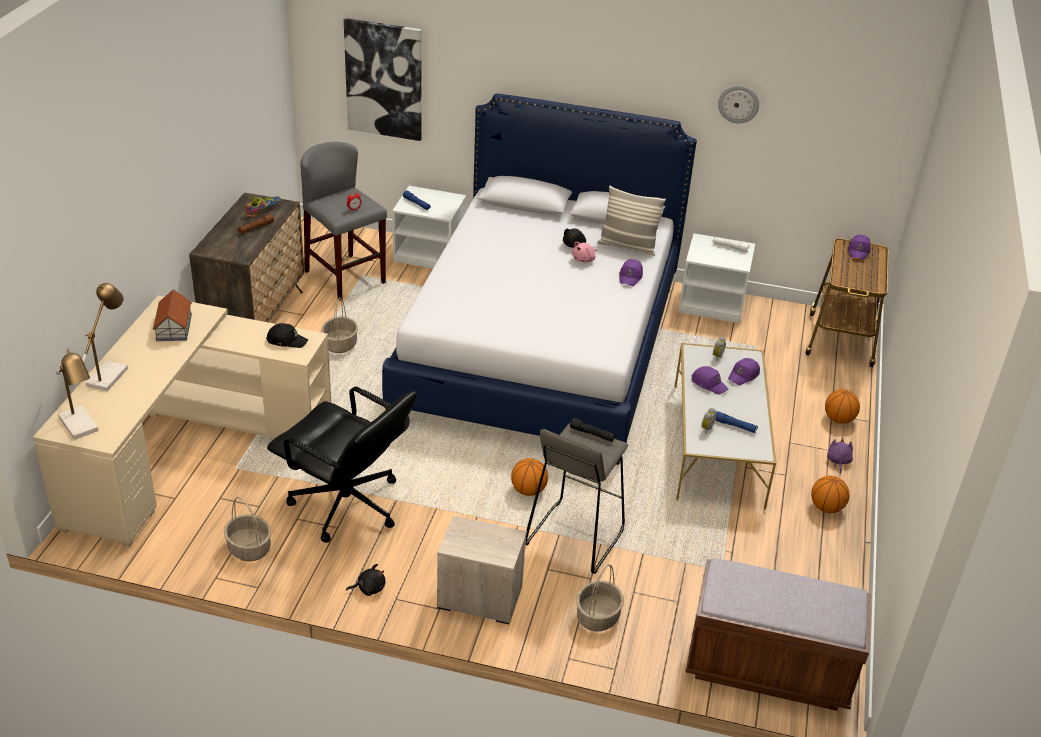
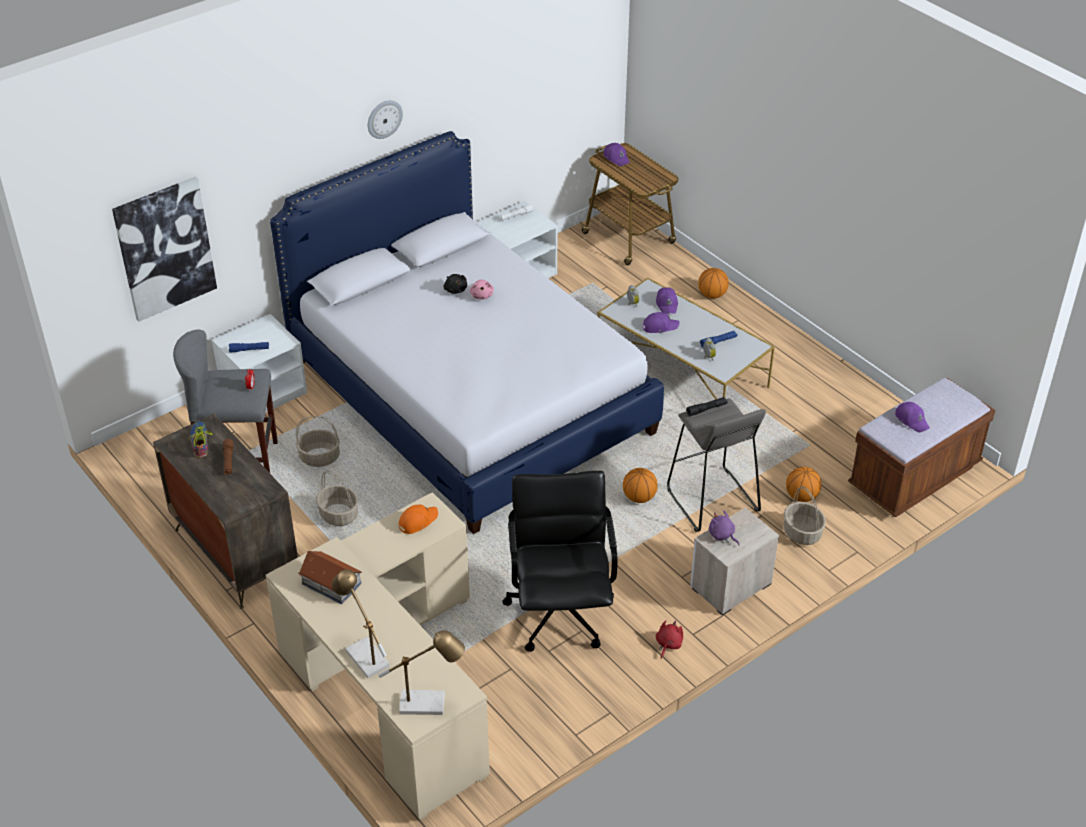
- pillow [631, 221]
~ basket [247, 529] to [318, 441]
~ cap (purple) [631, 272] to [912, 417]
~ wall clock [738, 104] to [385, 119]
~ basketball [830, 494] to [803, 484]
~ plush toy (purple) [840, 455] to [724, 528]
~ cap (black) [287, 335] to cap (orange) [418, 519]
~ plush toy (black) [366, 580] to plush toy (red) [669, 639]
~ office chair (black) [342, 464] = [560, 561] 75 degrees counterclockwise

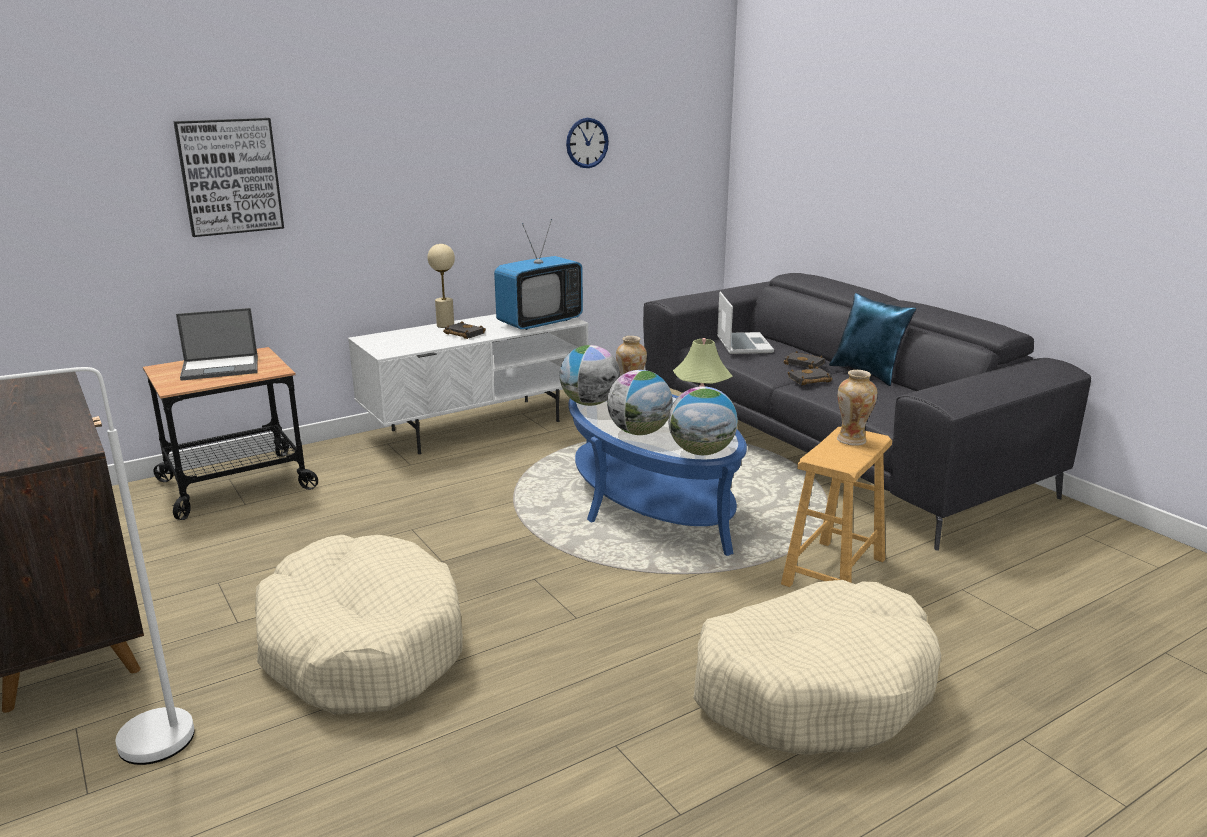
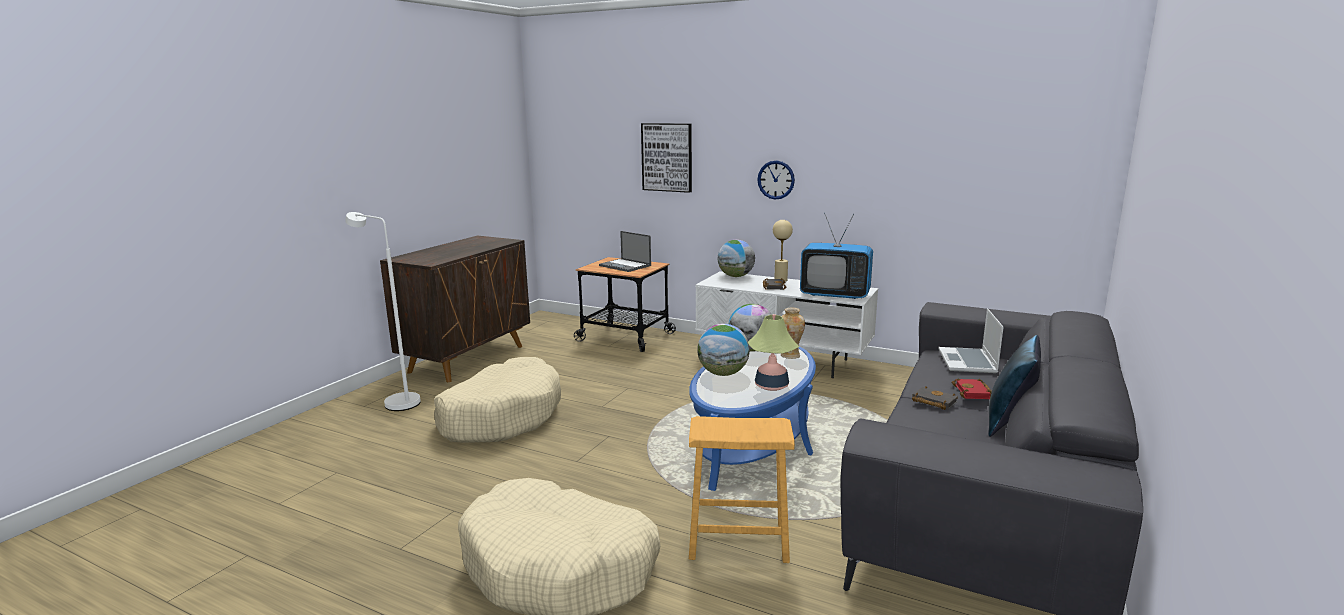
- vase [857, 408]
~ wall clock [587, 143] to [776, 180]
~ globe [703, 420] to [736, 258]
~ book (black) [804, 360] to book (red) [972, 388]
~ laptop [745, 323] = [971, 341] 135 degrees clockwise

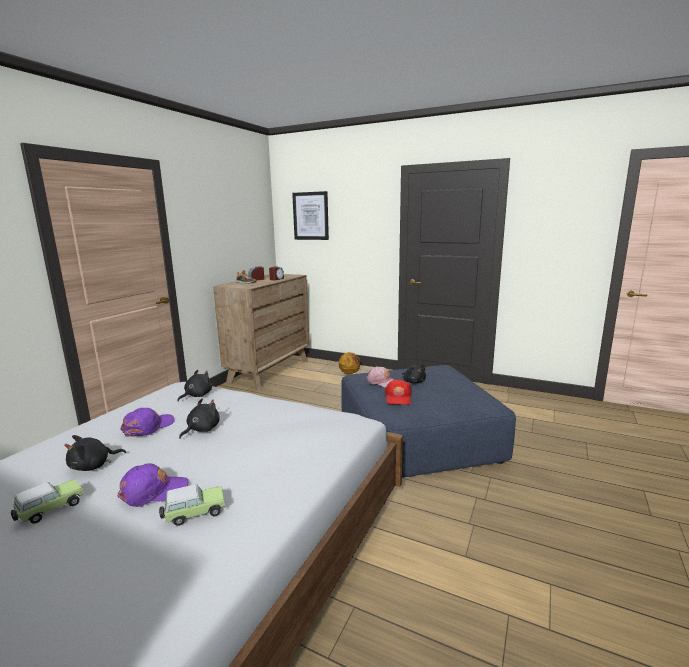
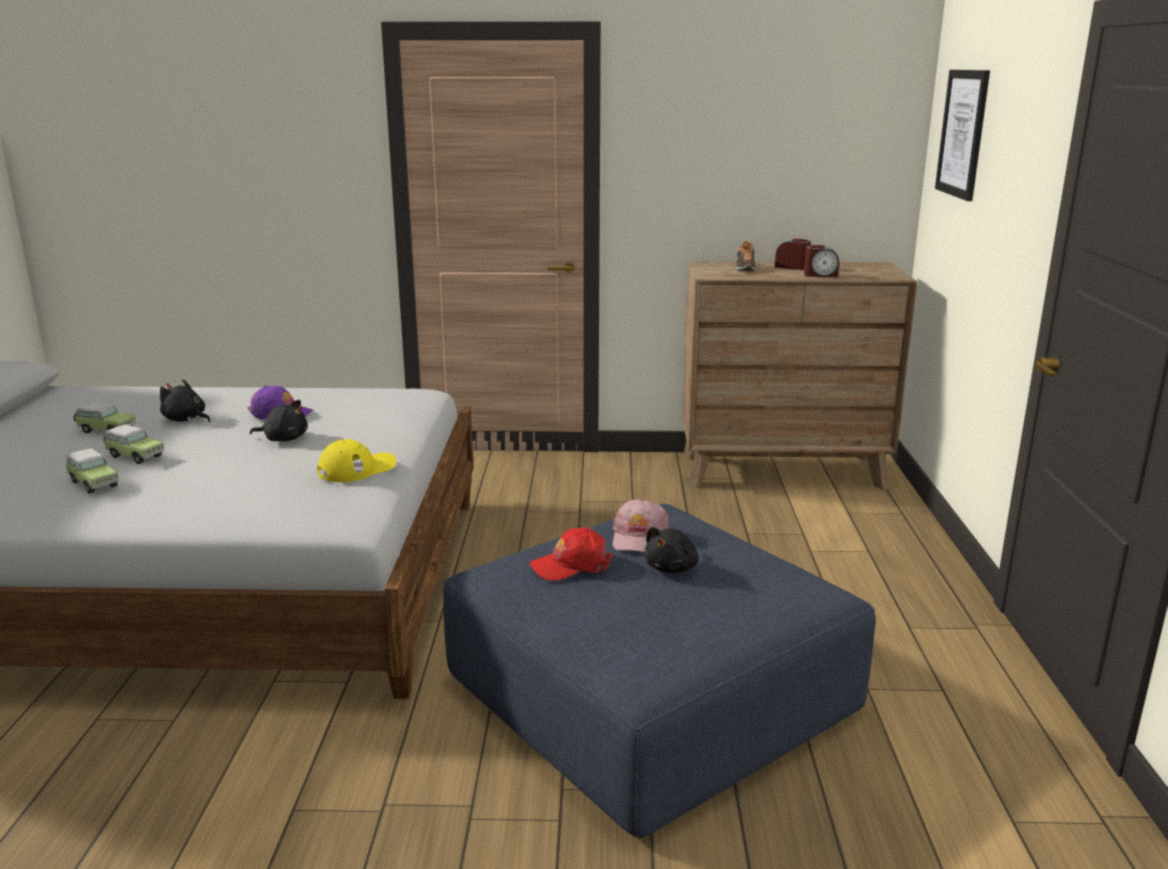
- plush toy (black) [194, 385]
- basketball [349, 363]
+ cap (yellow) [356, 460]
~ cap (purple) [153, 485] to toy car [134, 444]

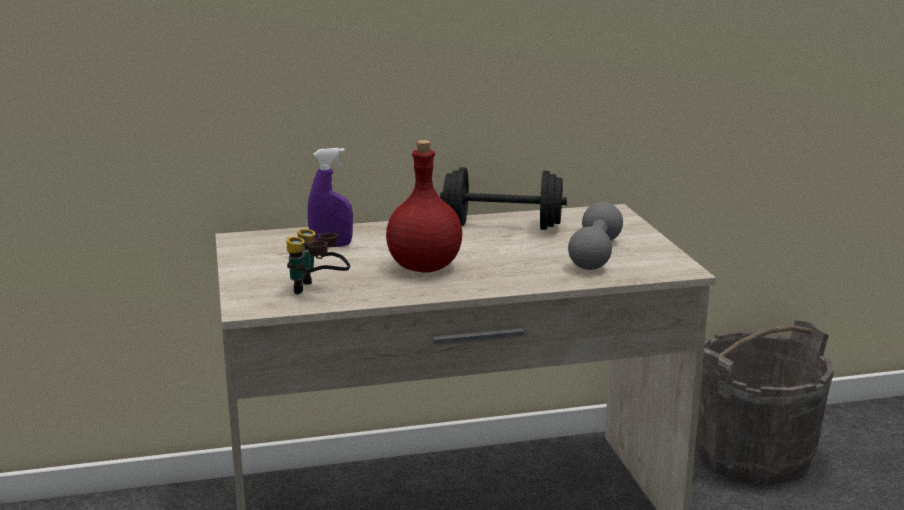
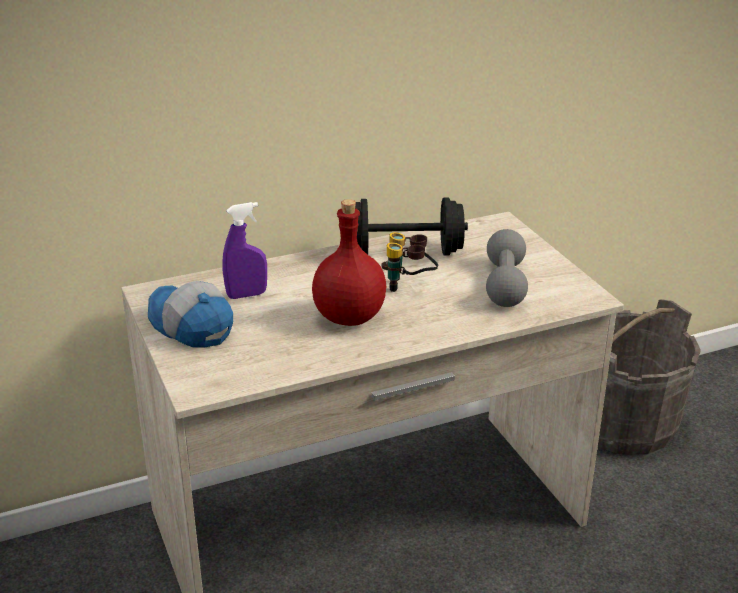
+ cap [190, 314]
~ binoculars [318, 261] to [409, 262]

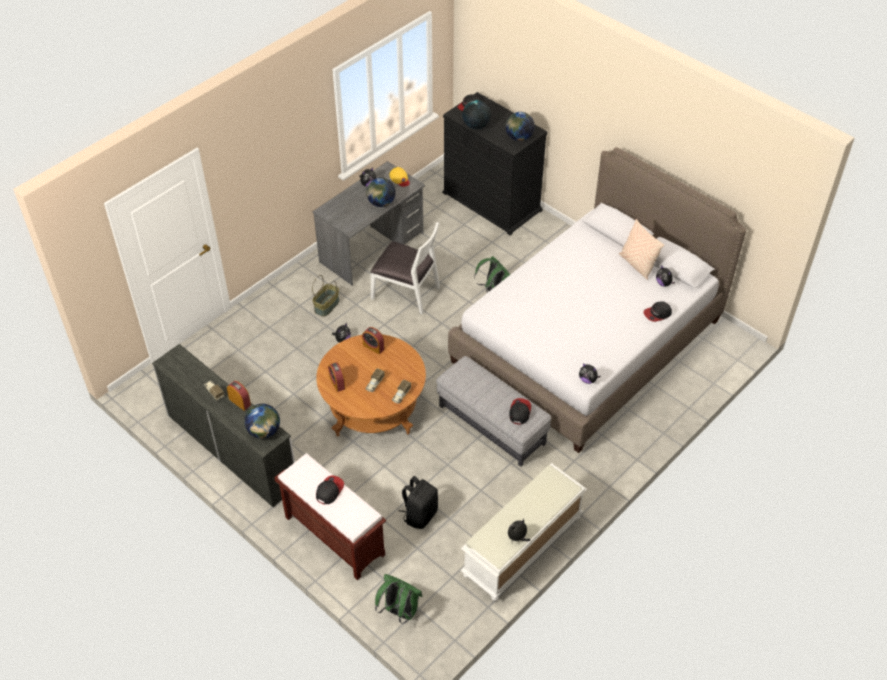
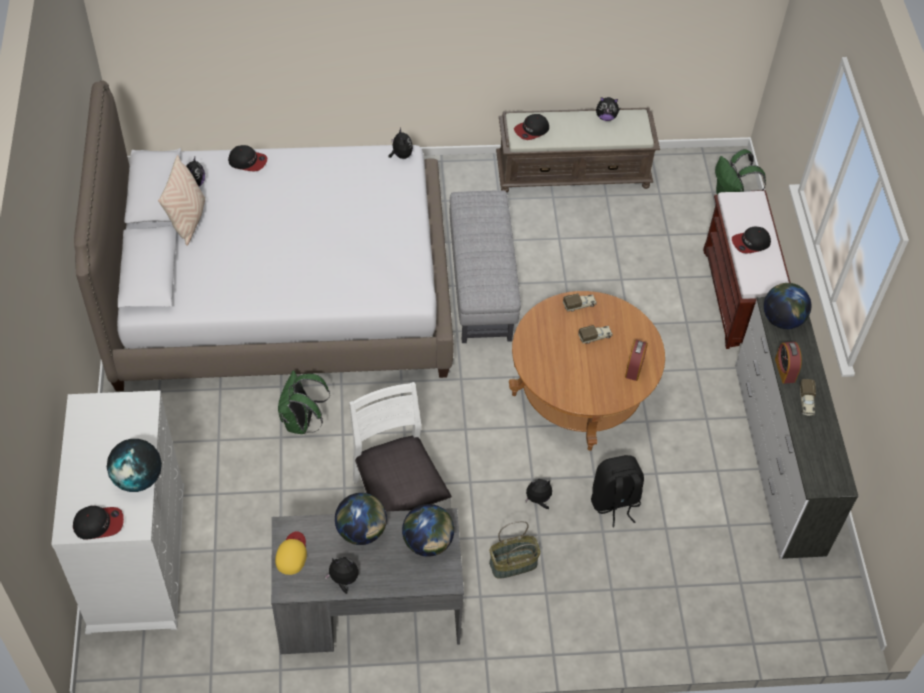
- alarm clock [373, 340]
~ backpack (black) [418, 502] to [617, 491]
~ globe [520, 126] to [428, 530]
~ cap [520, 411] to [531, 127]
~ dresser (black) [494, 164] to dresser (white) [117, 513]
~ bench (white) [523, 532] to bench (brown) [578, 150]

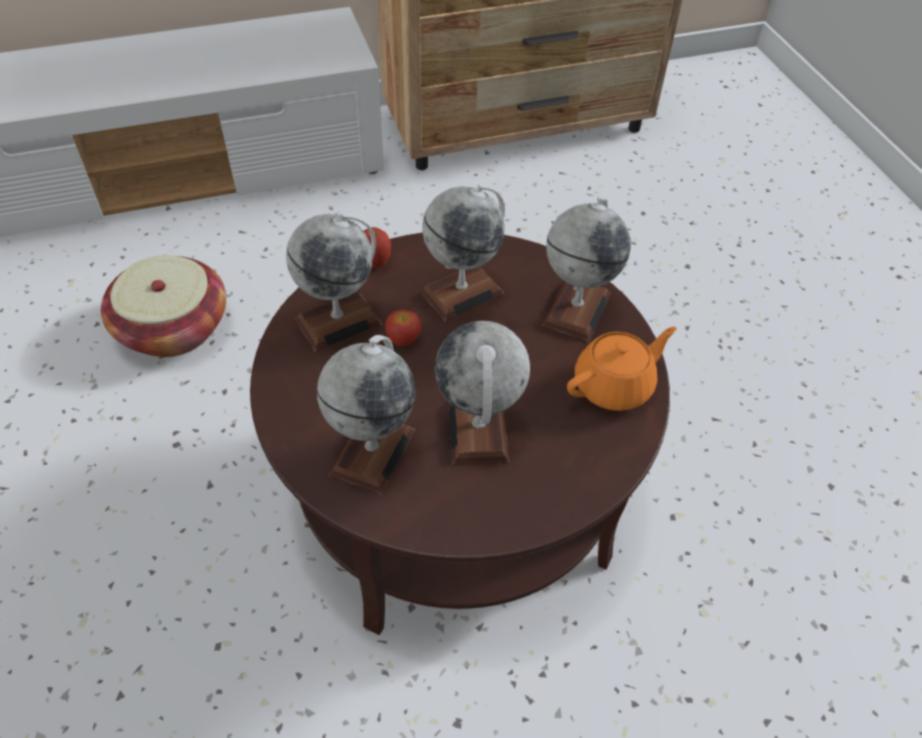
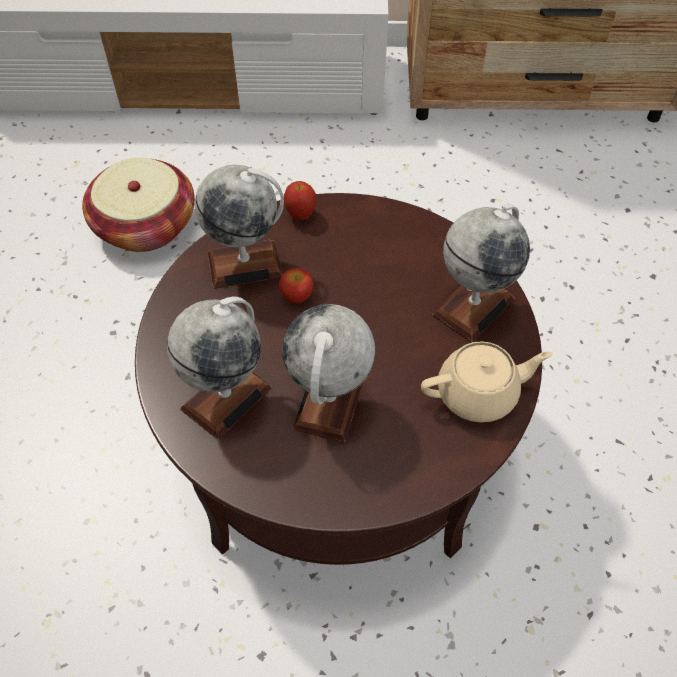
- globe [462, 253]
~ teapot (orange) [622, 369] to teapot (beige) [487, 382]

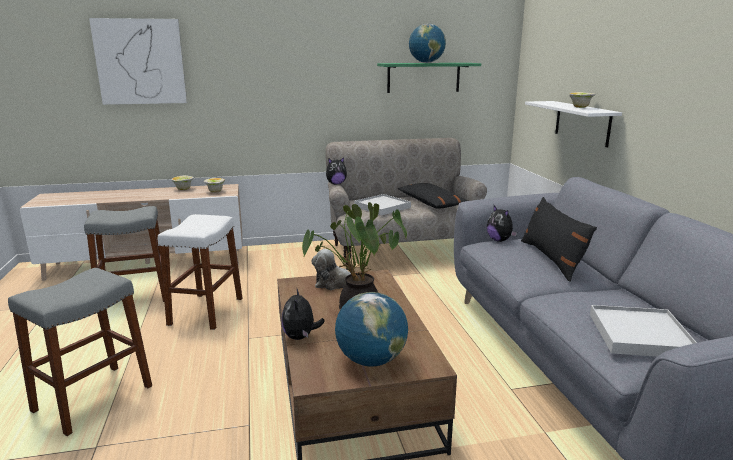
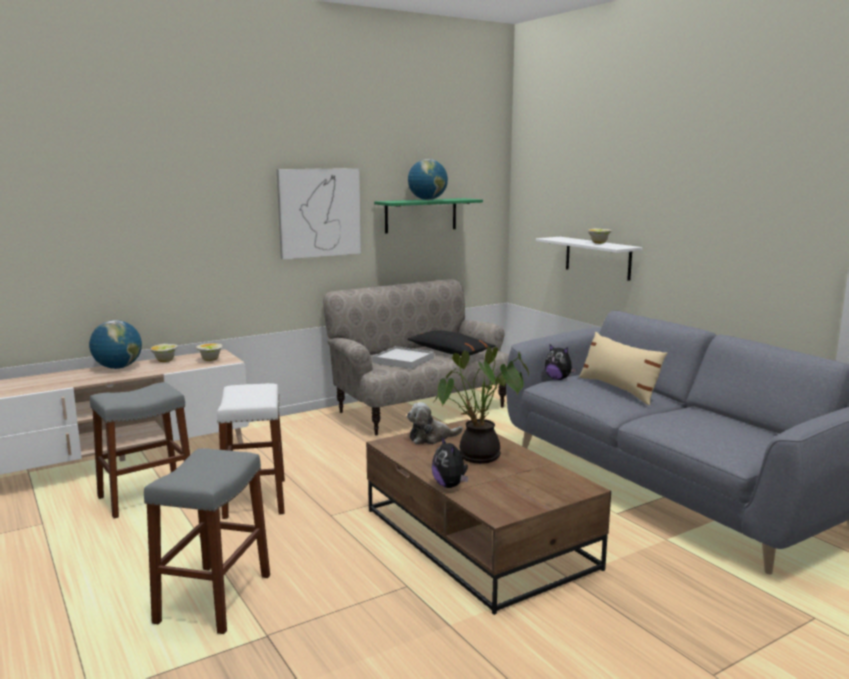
- plush toy [336, 170]
- tray (white) [643, 331]
~ picture [138, 61] to [319, 213]
~ globe [371, 329] to [115, 344]
~ pillow (black) [559, 239] to pillow (beige) [623, 368]

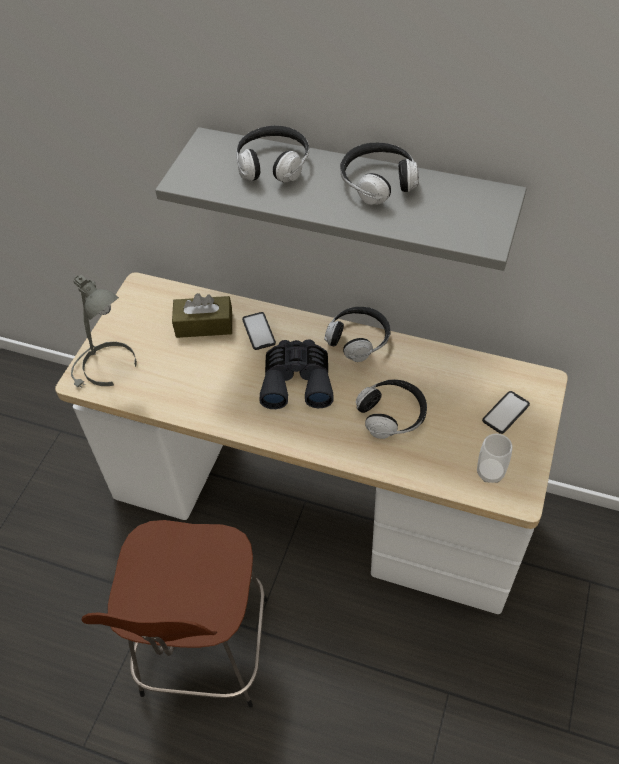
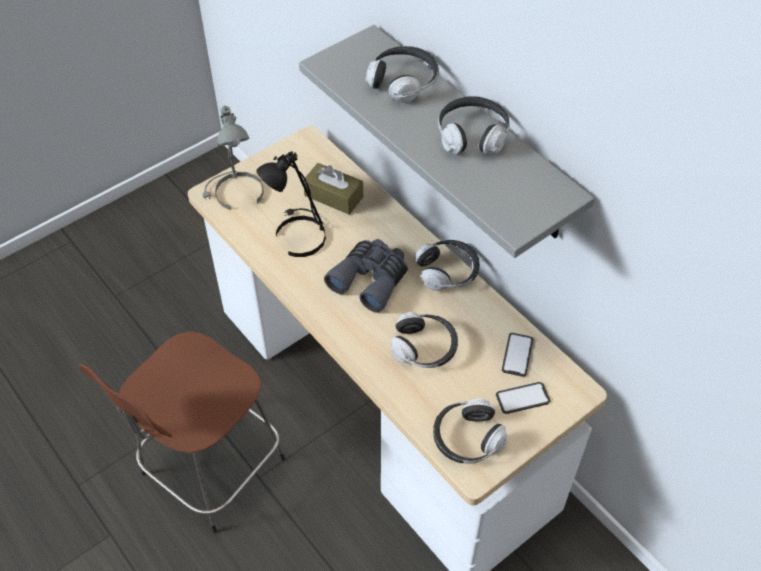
+ table lamp (black) [291, 204]
~ phone [259, 331] to [517, 355]
~ cup [495, 458] to headphones [470, 431]

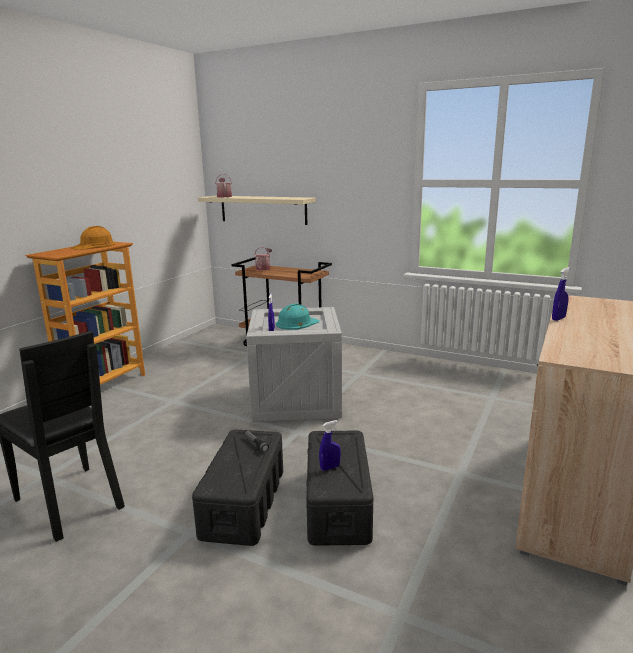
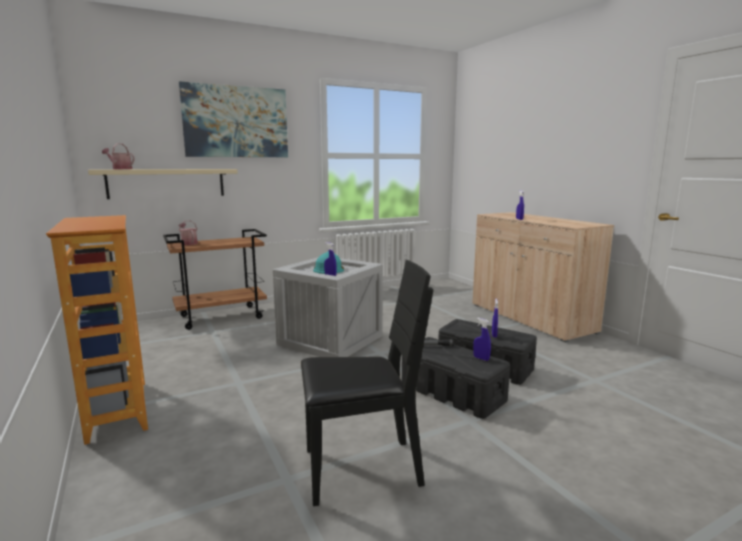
- hard hat (orange) [93, 238]
+ picture [233, 119]
+ spray bottle (blue) [482, 339]

